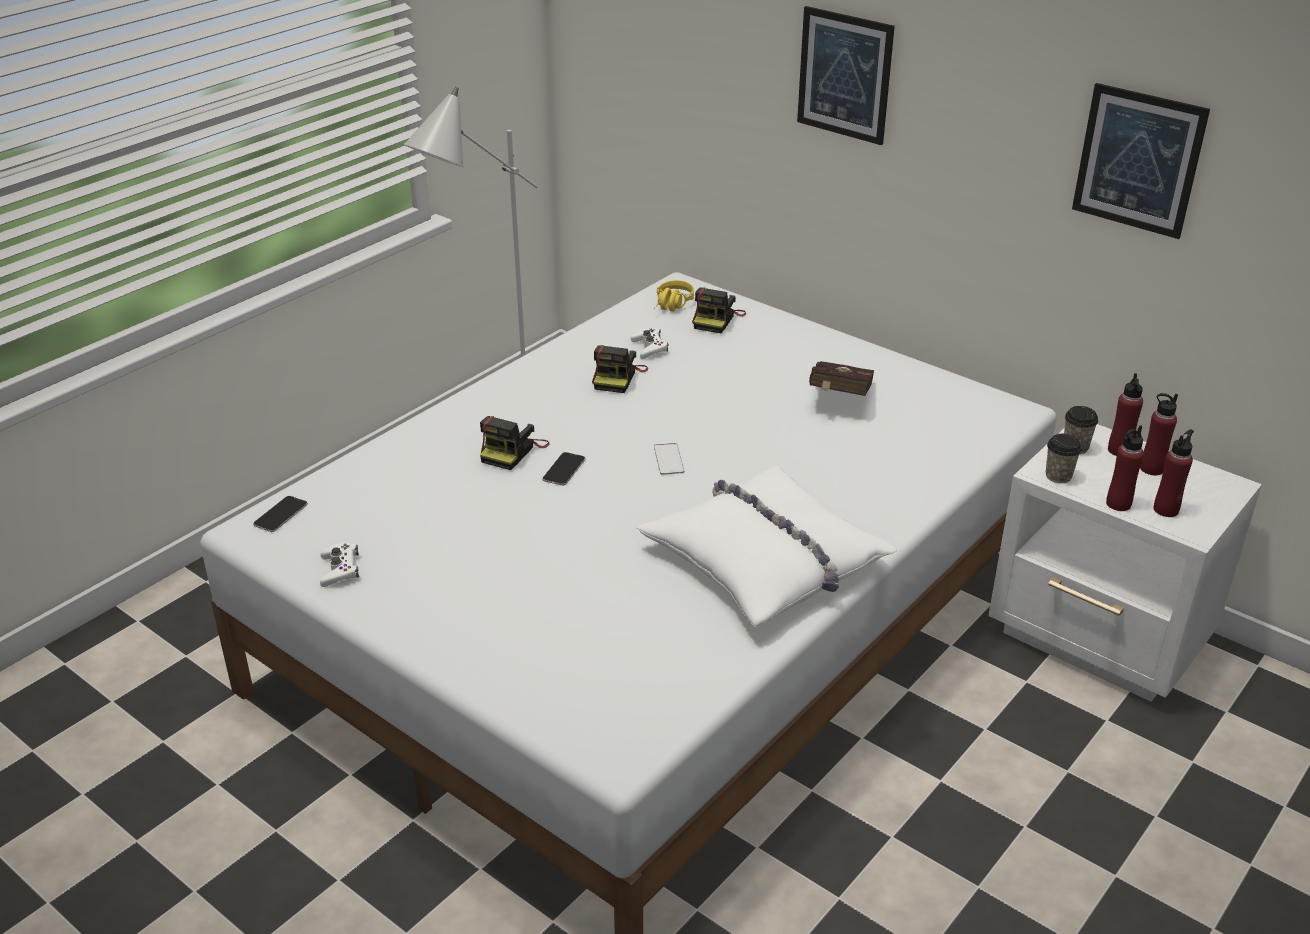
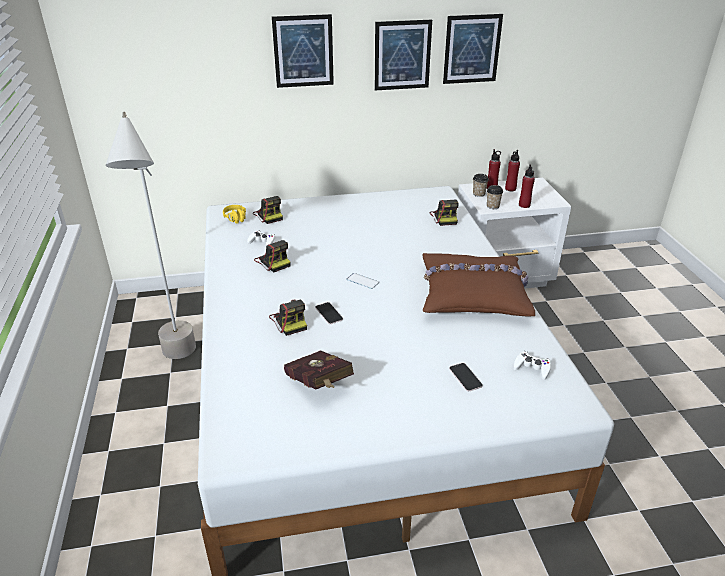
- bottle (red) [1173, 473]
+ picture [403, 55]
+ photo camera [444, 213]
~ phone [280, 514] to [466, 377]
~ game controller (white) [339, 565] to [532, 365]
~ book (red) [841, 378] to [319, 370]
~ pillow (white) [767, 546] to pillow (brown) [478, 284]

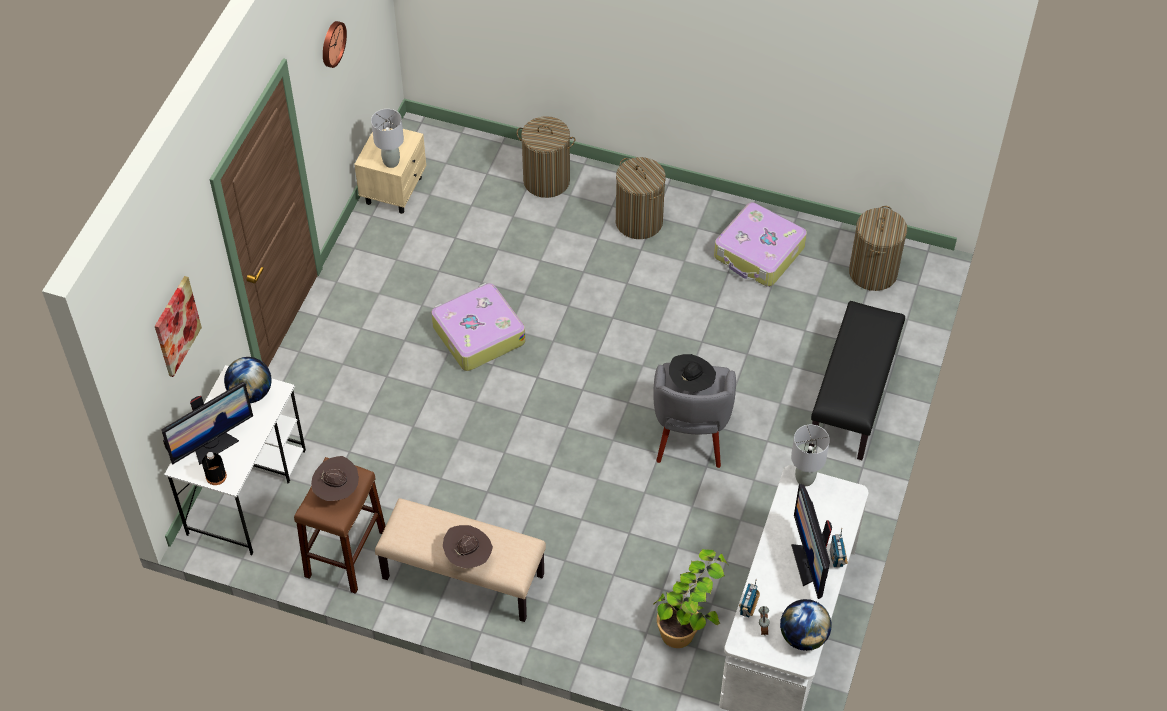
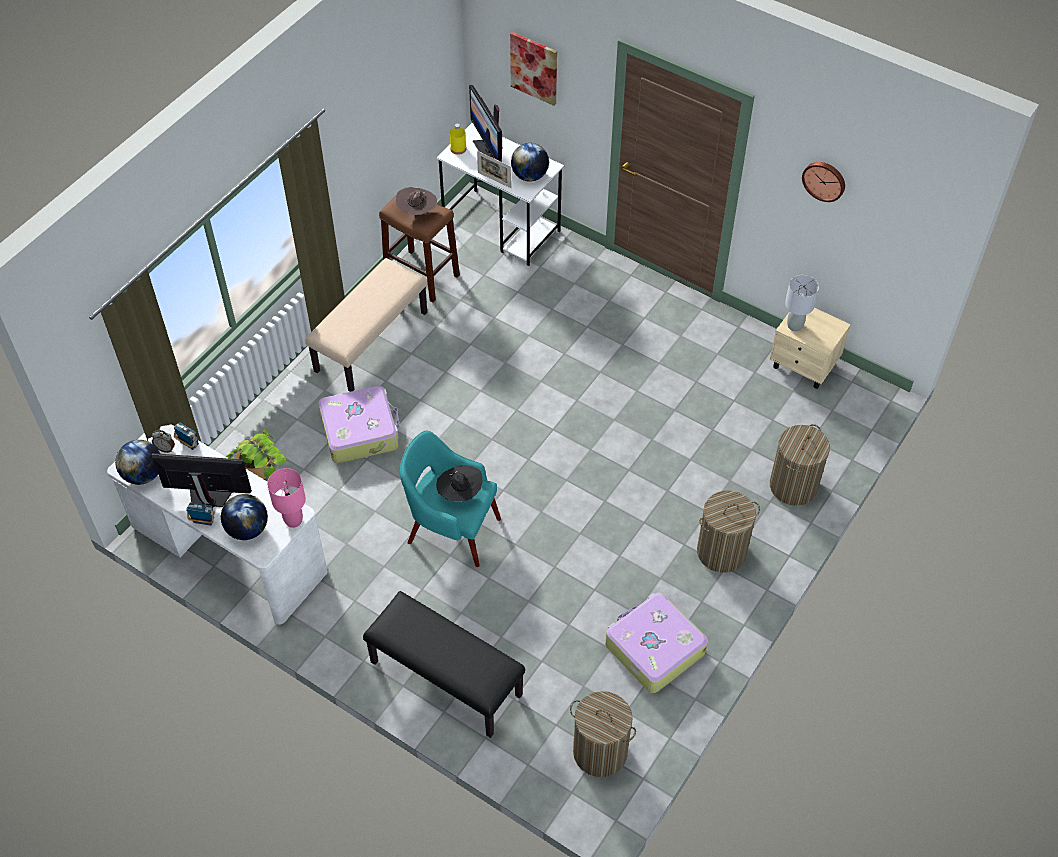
- hat (brown) [468, 546]
+ globe [244, 517]
+ picture frame [494, 169]
~ suitcase [478, 327] to [359, 424]
~ bottle (black) [214, 468] to bottle (yellow) [458, 139]
~ armchair (grey) [694, 415] to armchair (turquoise) [450, 498]
~ table lamp (grey) [810, 455] to table lamp (pink) [286, 498]

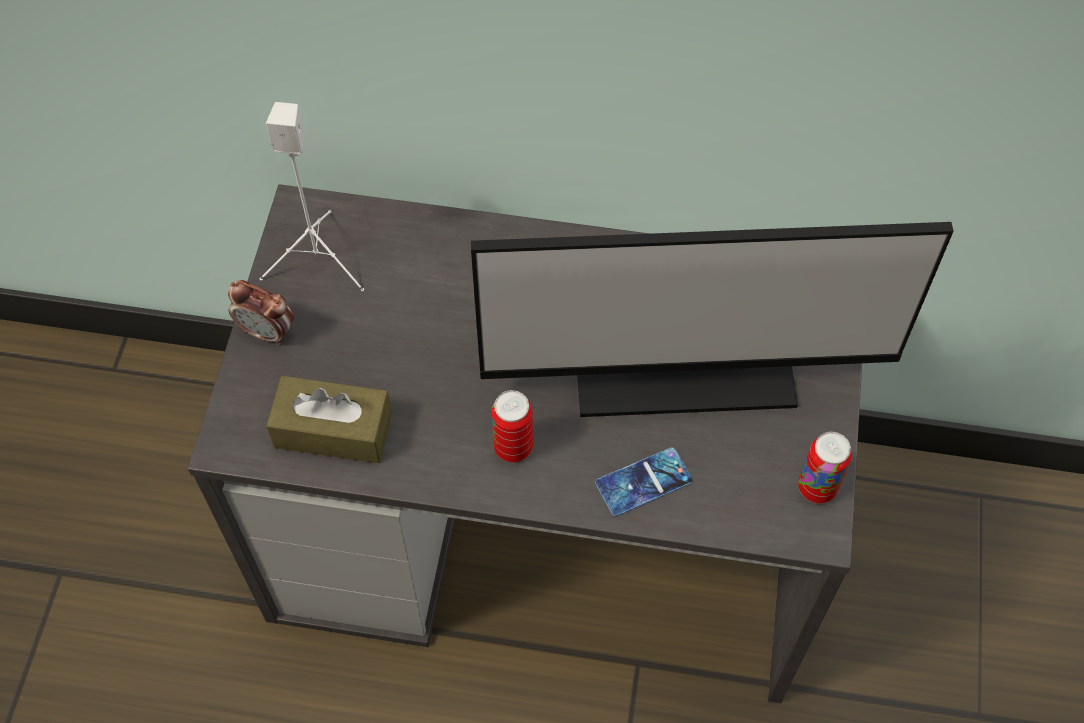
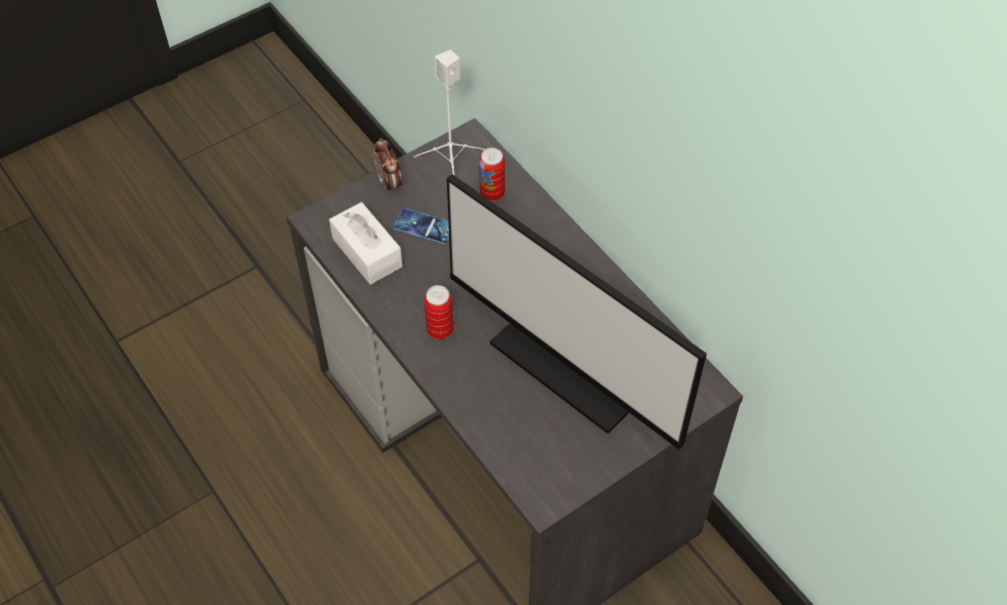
~ phone [644, 481] to [421, 226]
~ can [825, 468] to [492, 174]
~ tissue box (brown) [329, 419] to tissue box (white) [366, 243]

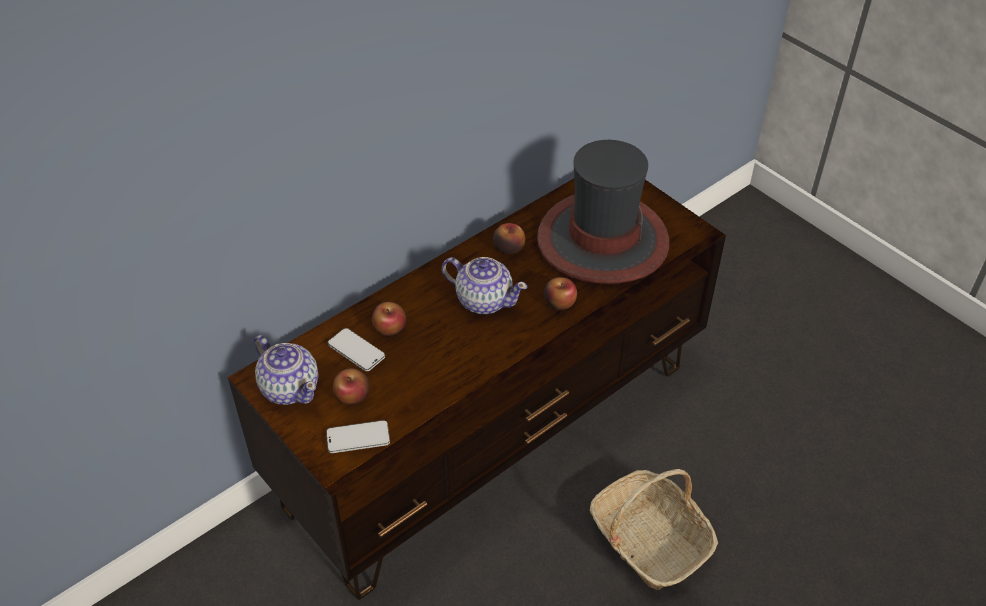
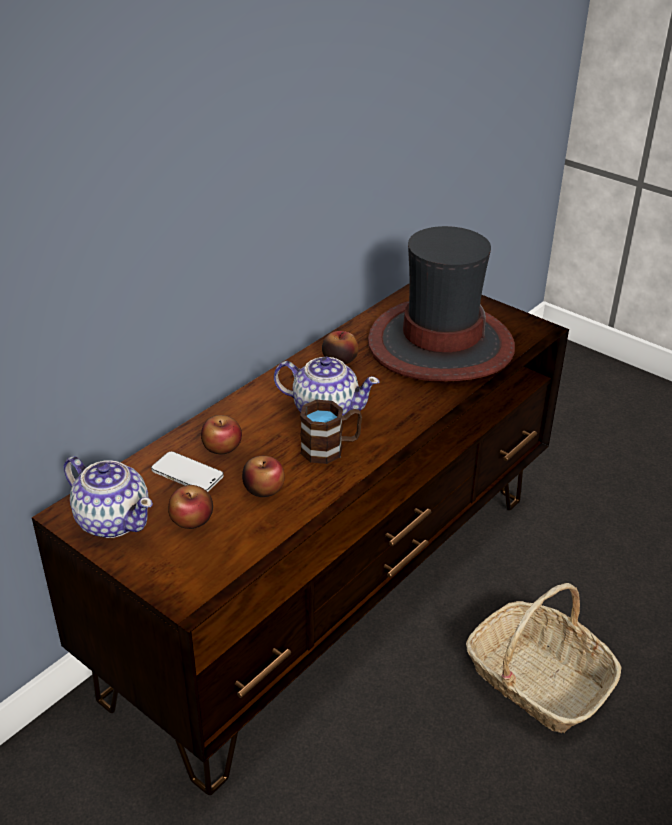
- phone [358, 436]
+ mug (brown) [331, 432]
~ apple [560, 293] to [263, 476]

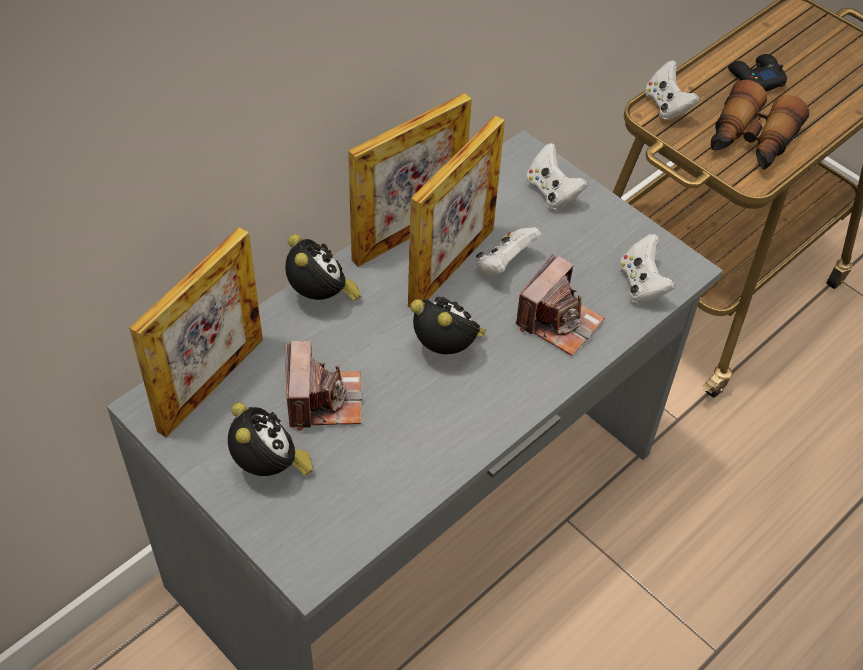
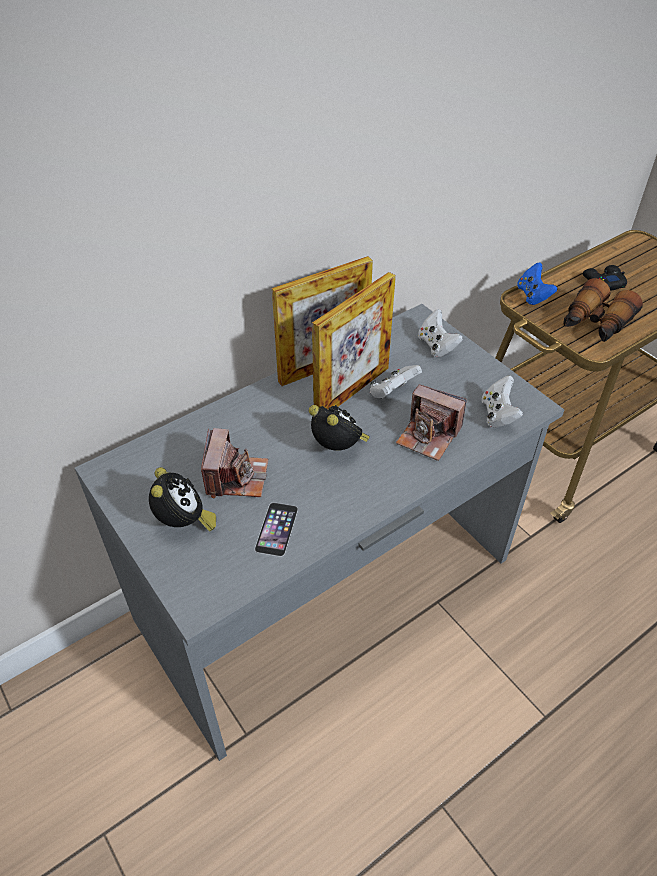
- picture frame [196, 332]
- alarm clock [323, 267]
+ phone [276, 530]
~ game controller (white) [672, 90] to game controller (blue) [537, 283]
~ photo camera [560, 305] = [431, 423] 75 degrees clockwise

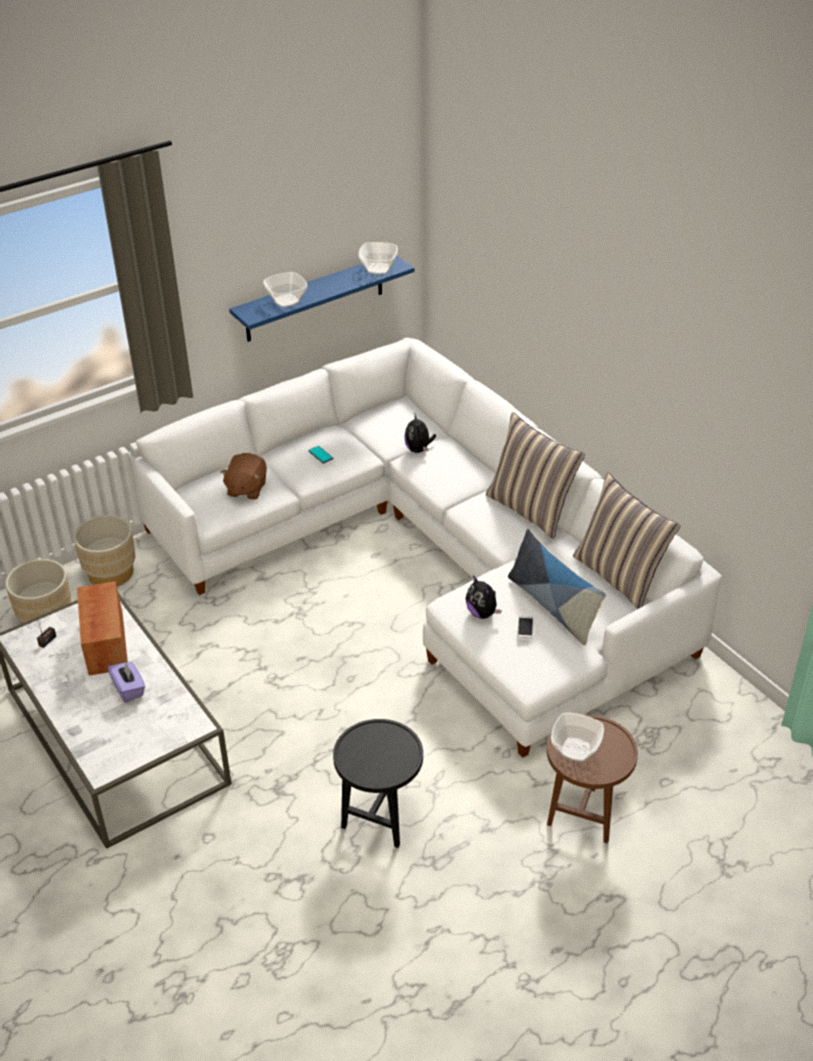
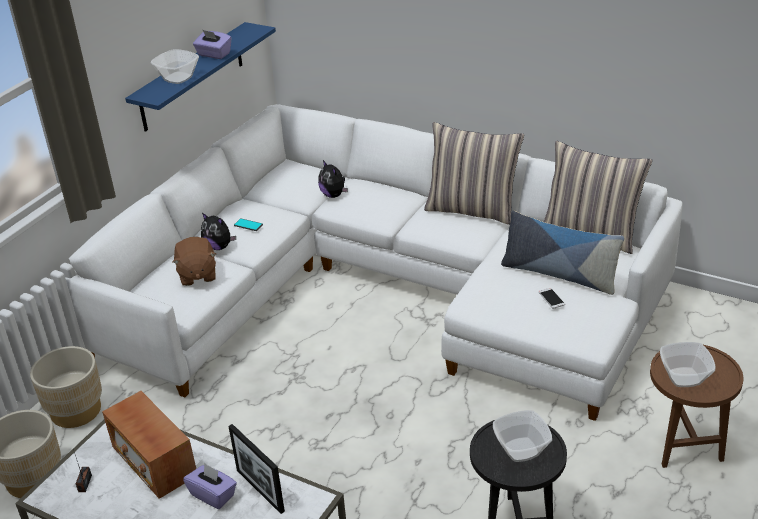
+ tissue box (purple) [212, 44]
+ picture frame [256, 469]
~ bowl [378, 258] to [522, 436]
~ plush toy [484, 597] to [218, 231]

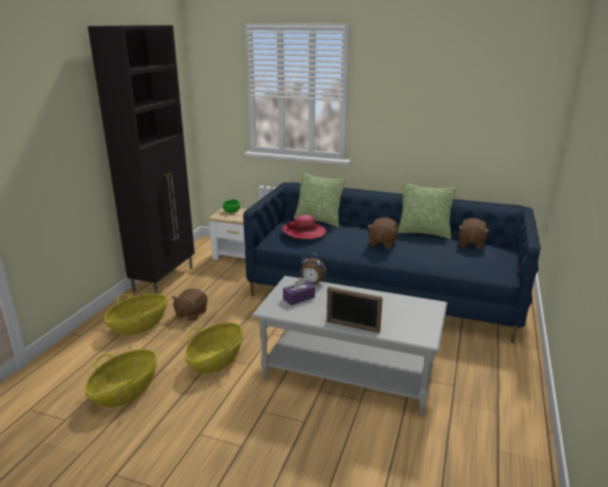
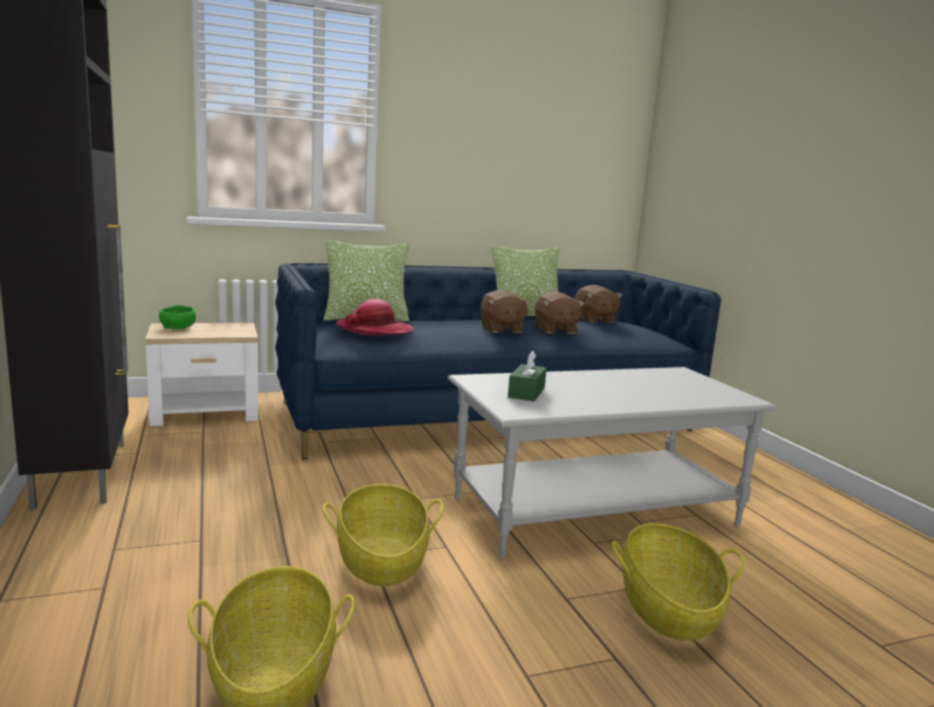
- alarm clock [314, 269]
- picture frame [355, 310]
~ basket [135, 315] to [678, 581]
~ plush toy (brown) [190, 304] to [560, 312]
~ tissue box (purple) [299, 291] to tissue box (green) [527, 376]

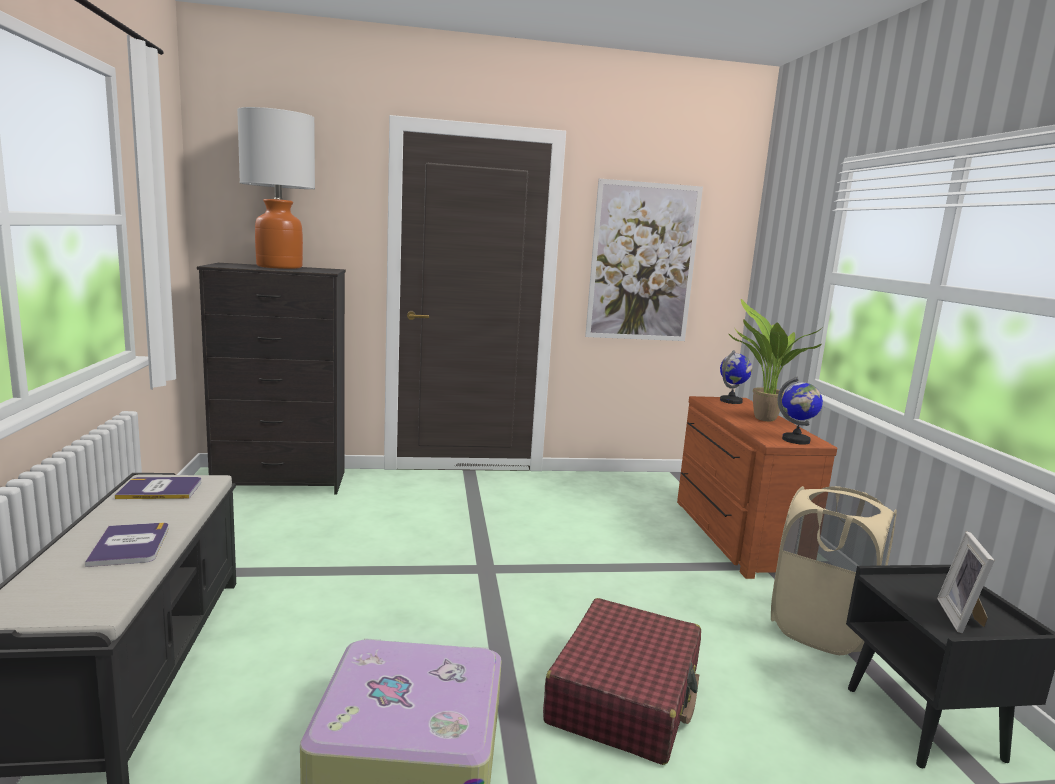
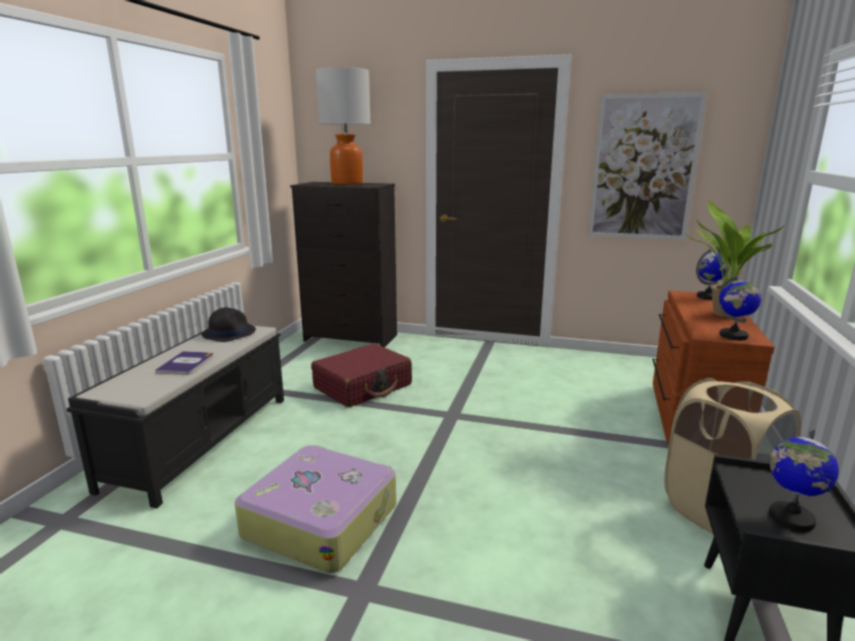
~ suitcase (red) [622, 681] to [361, 375]
~ book [158, 488] to hat (black) [228, 324]
~ picture frame [966, 582] to globe [804, 480]

